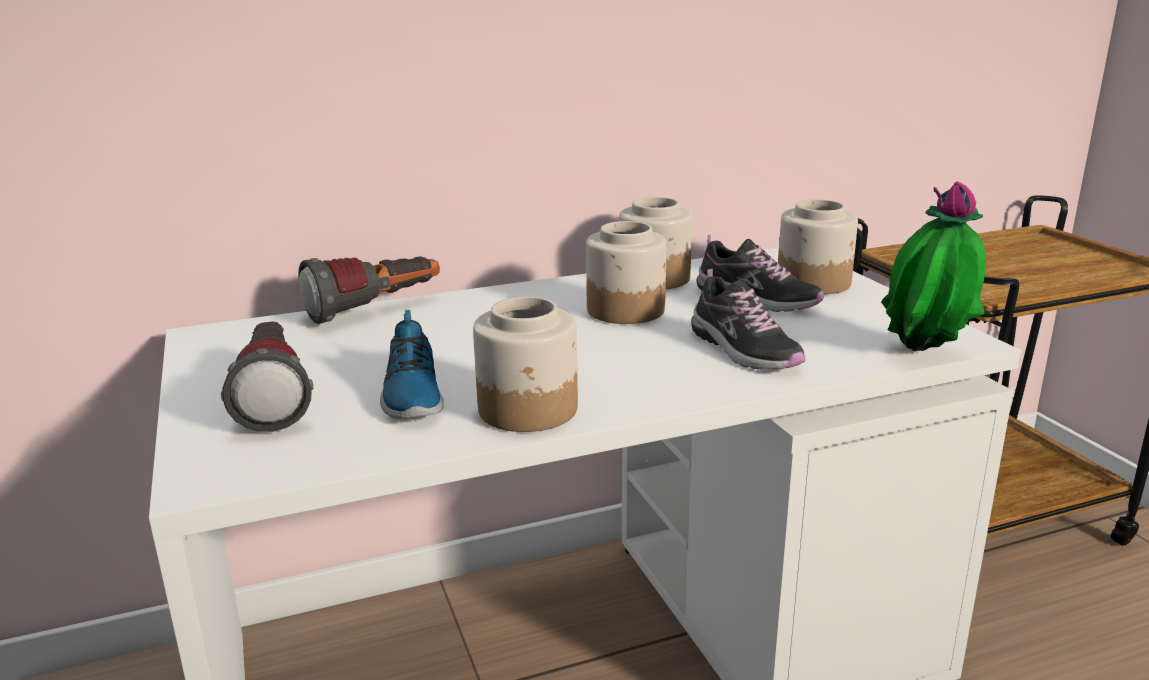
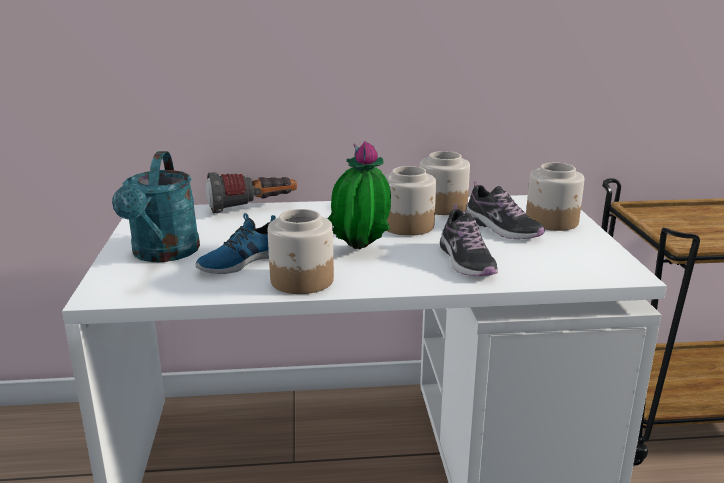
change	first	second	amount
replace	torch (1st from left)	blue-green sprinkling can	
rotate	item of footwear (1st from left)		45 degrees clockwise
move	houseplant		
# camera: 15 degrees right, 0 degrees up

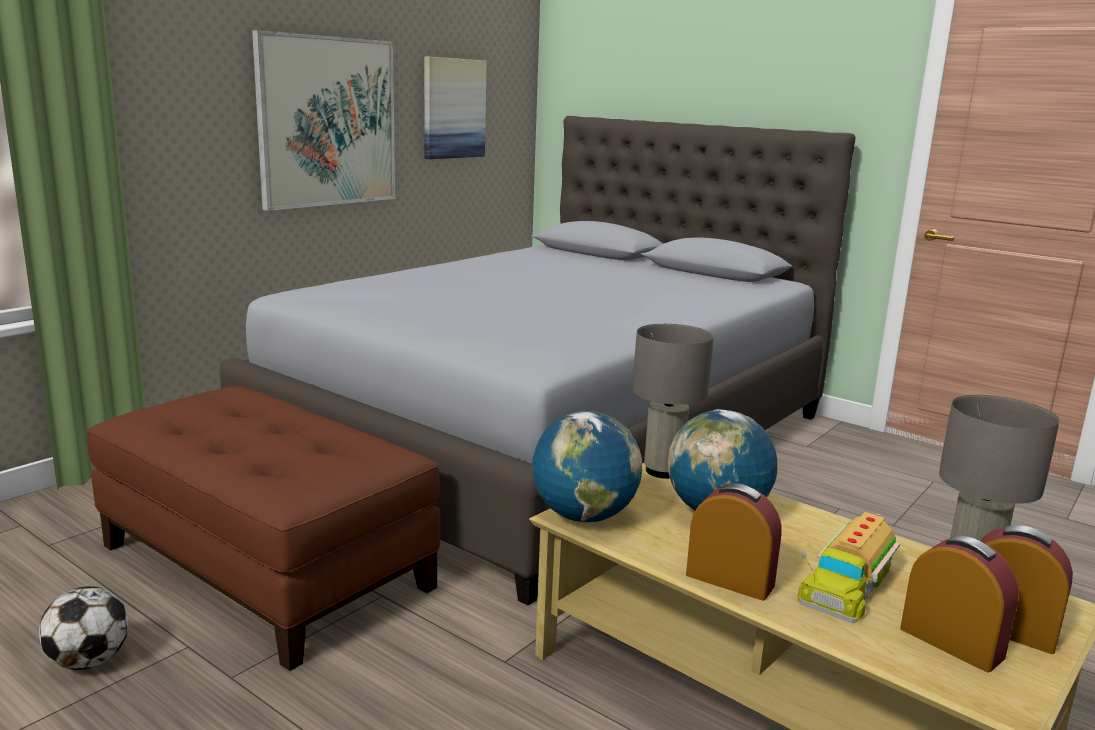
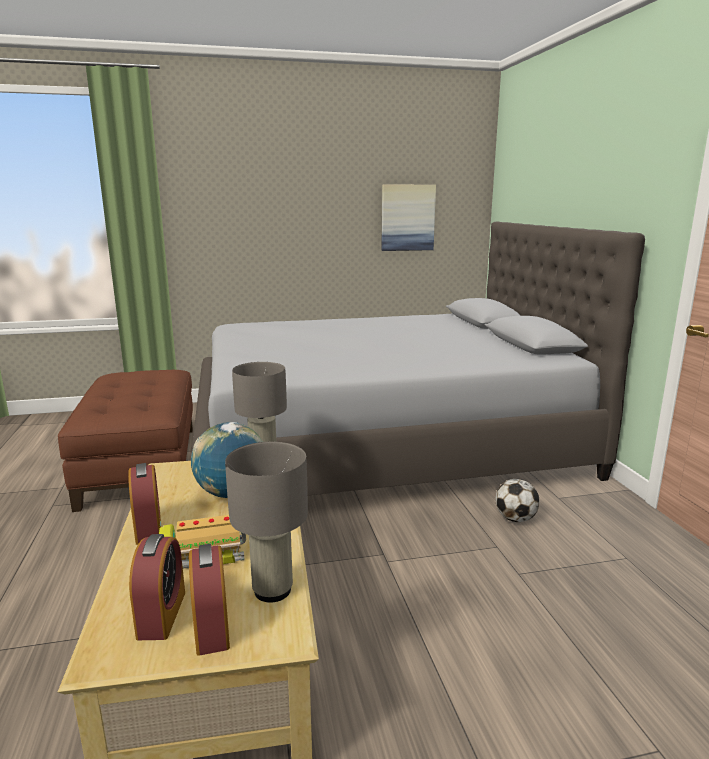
change	first	second	amount
move	ball for football		
delete	wall art (1st from left)		
delete	world globe (1st from left)		
# camera: 40 degrees right, 0 degrees up

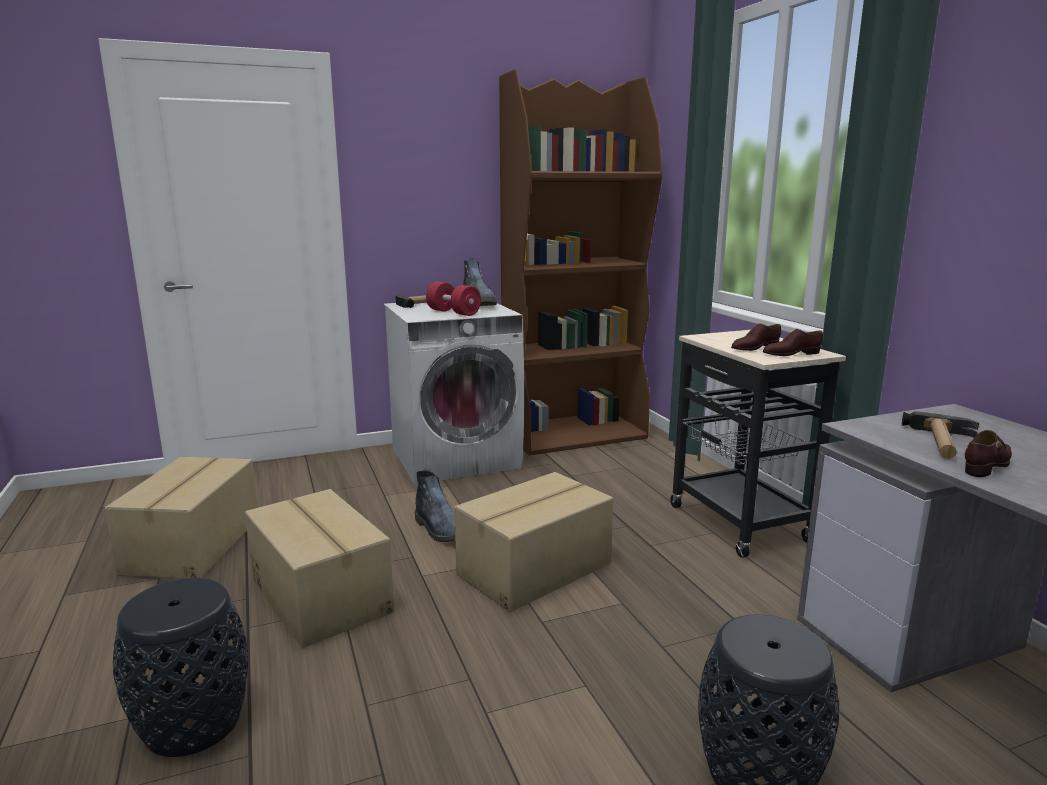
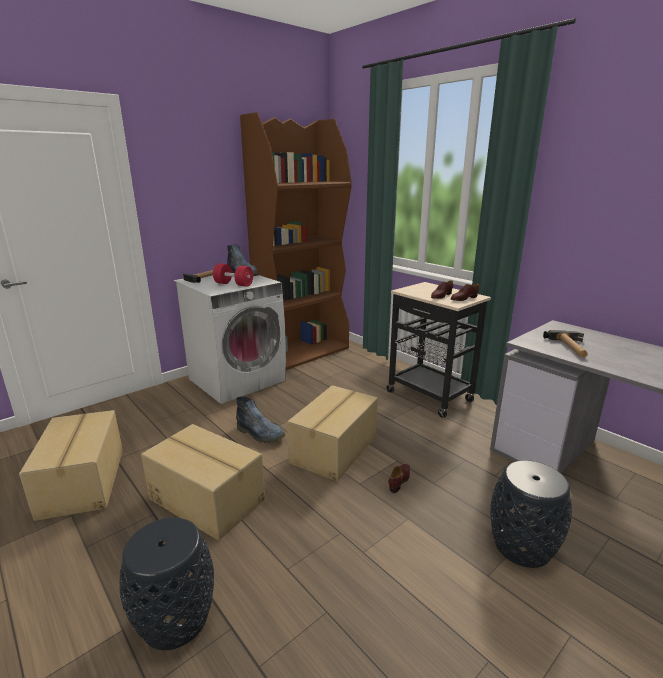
change	first	second	amount
move	brown-coloured item of footwear (3rd from left in the first image)	brown-coloured item of footwear (1st from left)	
# camera: 20 degrees left, 5 degrees up

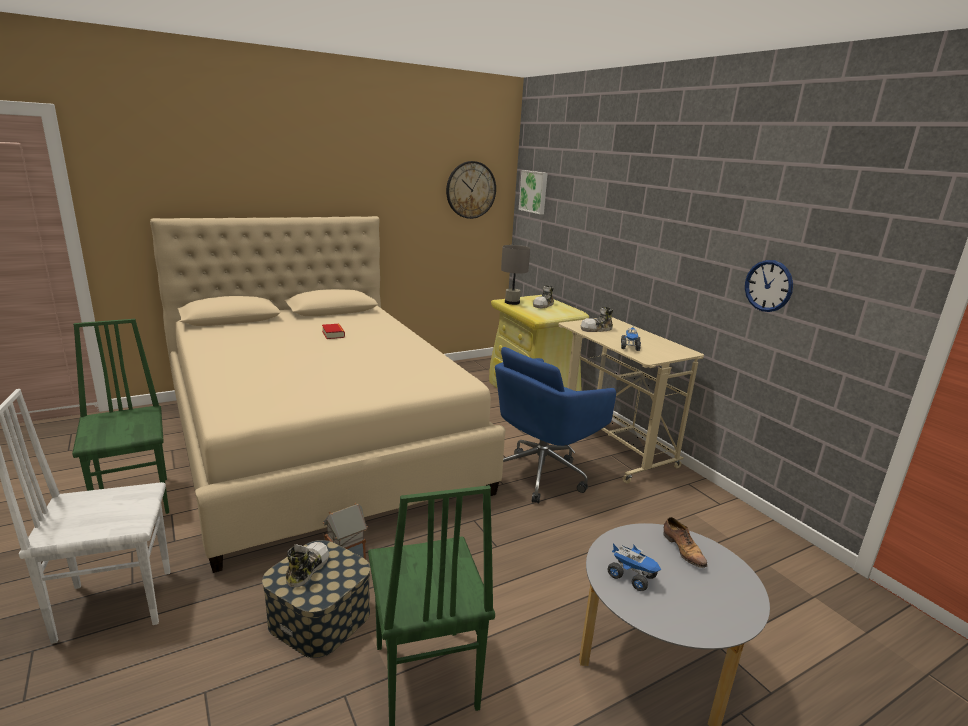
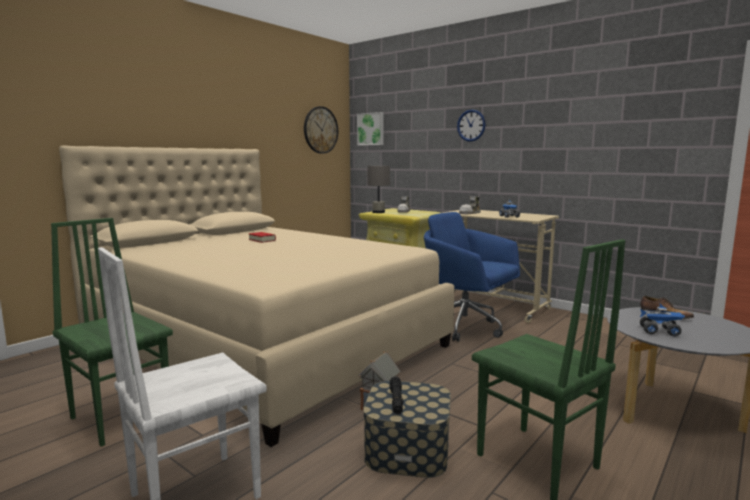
change	first	second	amount
replace	item of footwear (1st from left)	blackish torch	
rotate	blue-coloured office chair		105 degrees clockwise
move	hanging clock (2nd from left)		
# camera: 20 degrees left, 10 degrees down

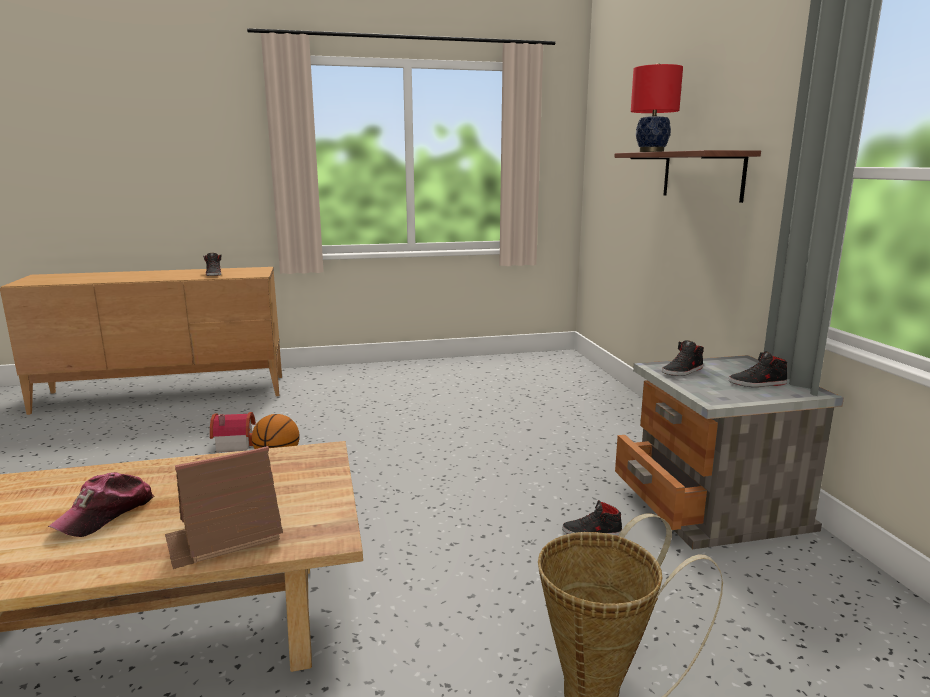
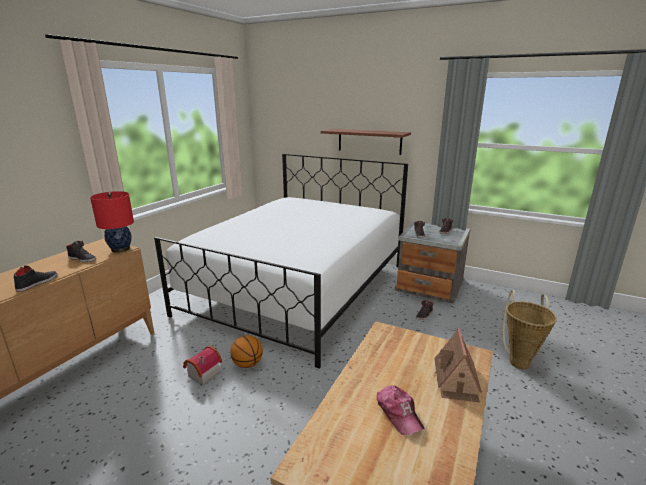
change	first	second	amount
insert		blackish item of footwear (1st from left)	
move	reddish lamp for a table		
insert		white-coloured bedroom bed	
# camera: 50 degrees left, 5 degrees up

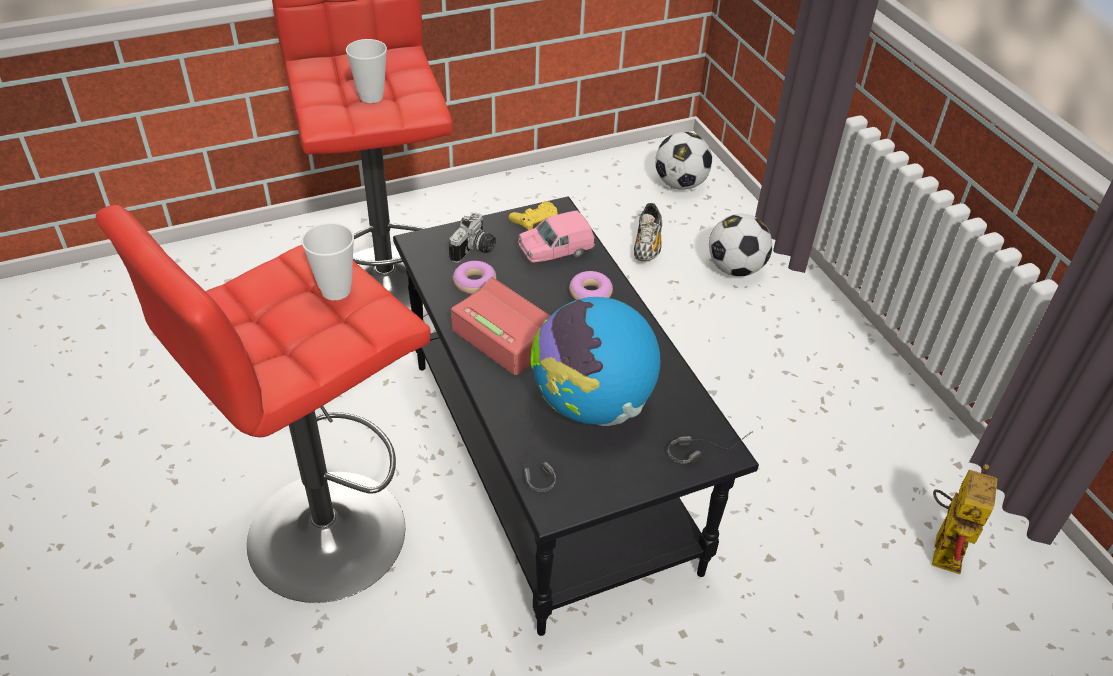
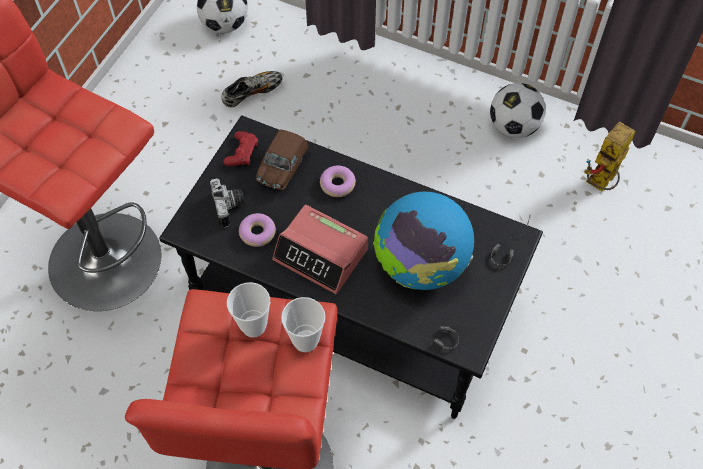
change	first	second	amount
rotate	item of footwear		90 degrees counterclockwise
recolor	yellow joypad	reddish joypad	
recolor	pink model car	brown-coloured model car	
rotate	table clock		150 degrees counterclockwise
move	small cup (2nd from left)		
move	ball for football (2nd from left)		
rotate	model robot		120 degrees counterclockwise
# camera: 40 degrees left, 15 degrees up

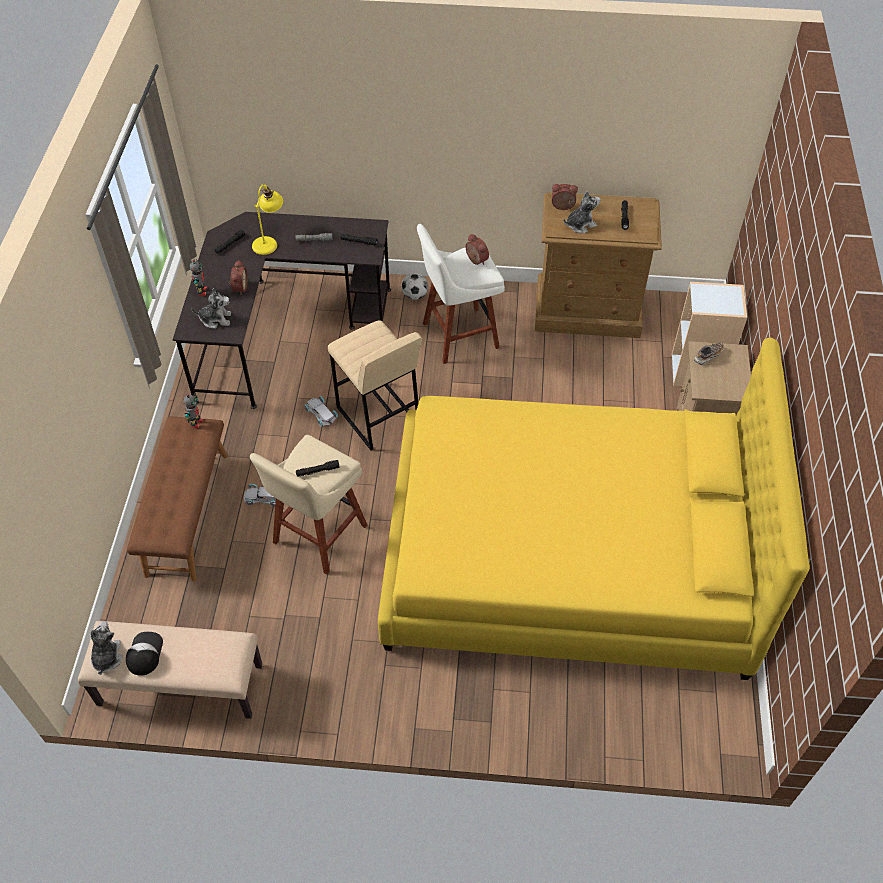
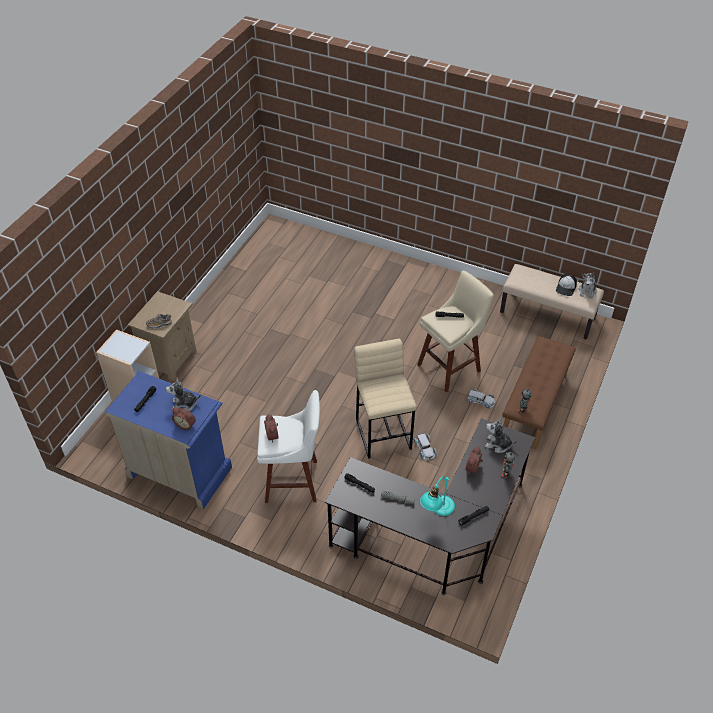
change	first	second	amount
recolor	brown-coloured drawer chest	blue-coloured drawer chest	
recolor	yellow lamp for a table	blue-green lamp for a table	
delete	yellow bedroom bed		
delete	ball for football		
# camera: 160 degrees left, 5 degrees down

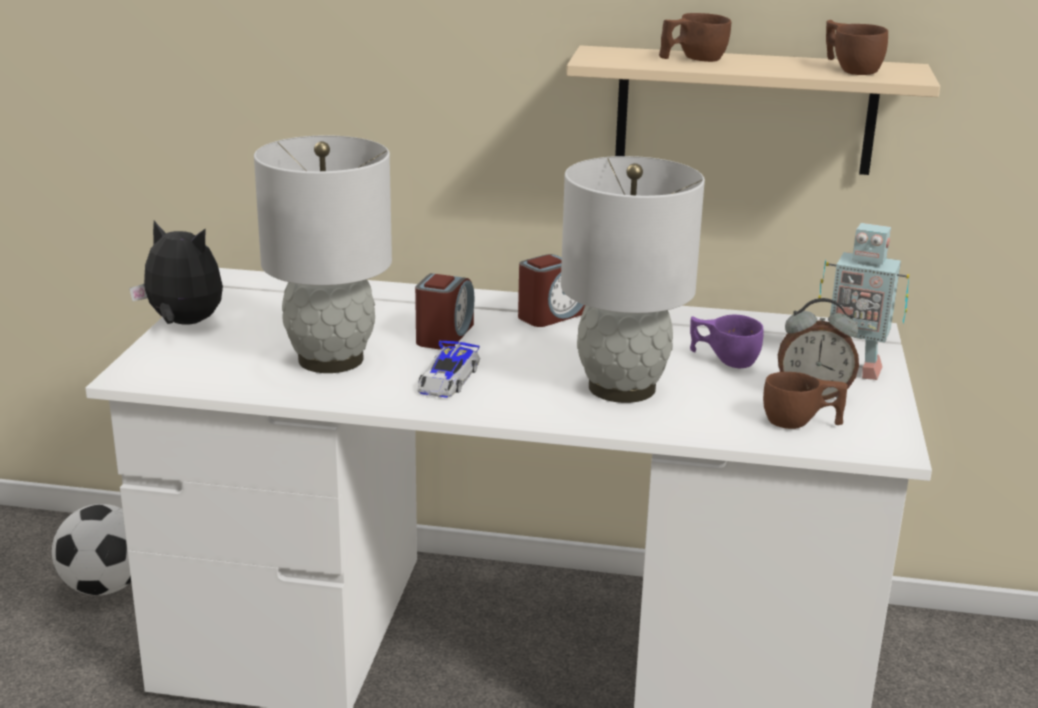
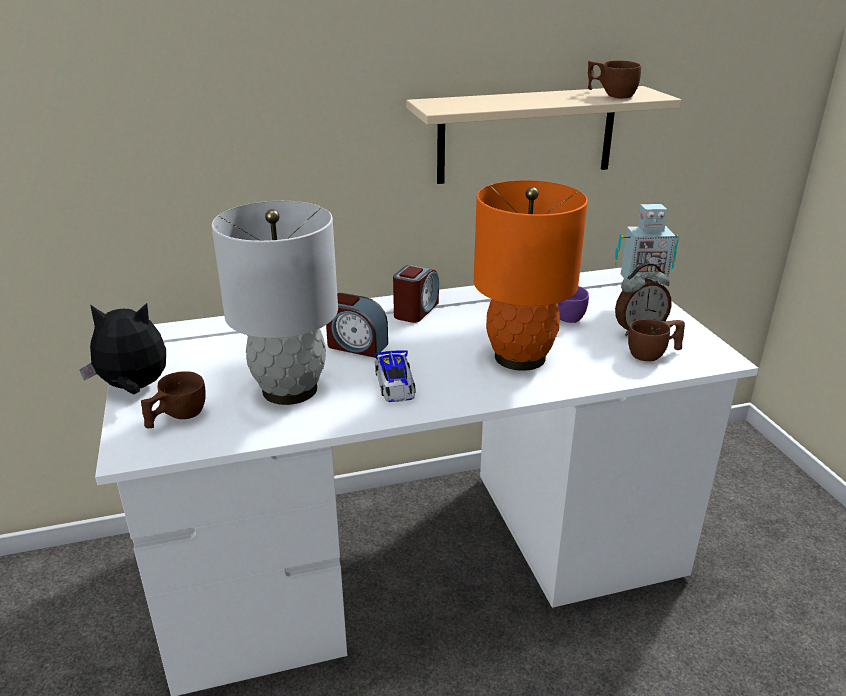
change	first	second	amount
move	brown-coloured small cup (1st from left)		
rotate	table clock (1st from left)		120 degrees clockwise
recolor	white-coloured lamp for a table (2nd from left)	orangey lamp for a table	
delete	ball for football		
# camera: 25 degrees left, 5 degrees up

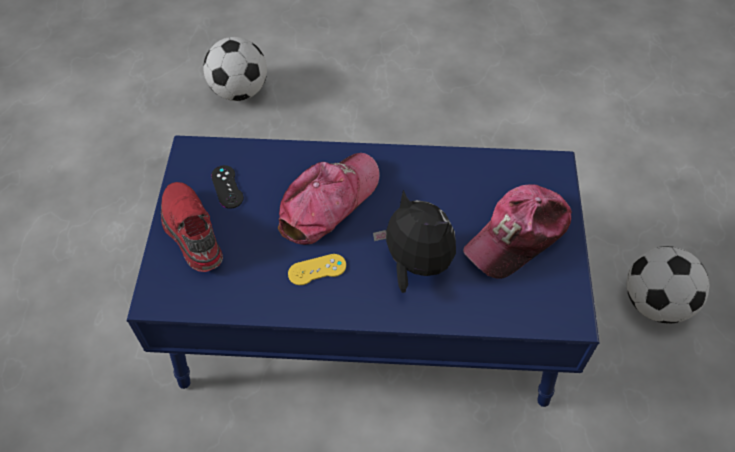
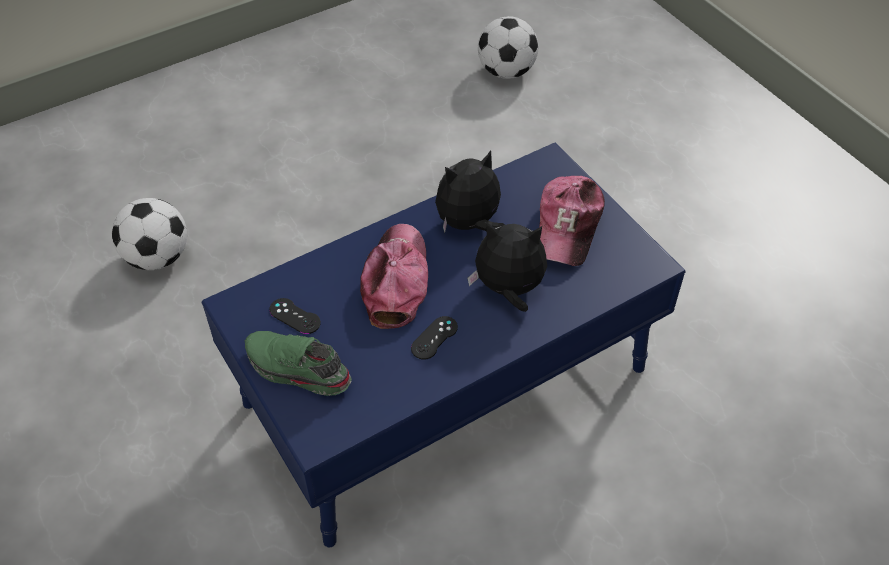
change	first	second	amount
recolor	reddish item of footwear	greenish item of footwear	
recolor	yellow joypad	blackish joypad (2nd from left)	
insert		cuddly toy (1st from left)	
move	ball for football (2nd from left)		
# camera: 35 degrees left, 5 degrees down

